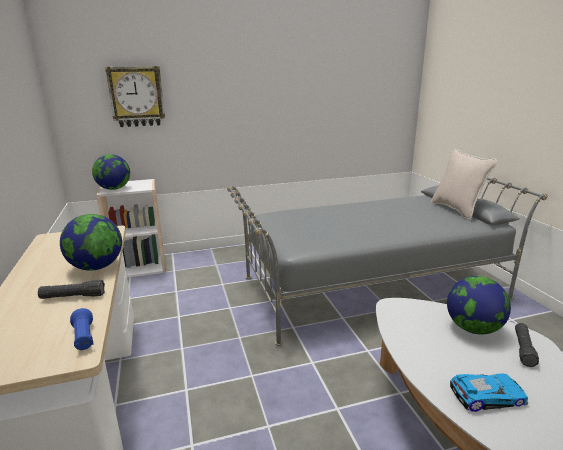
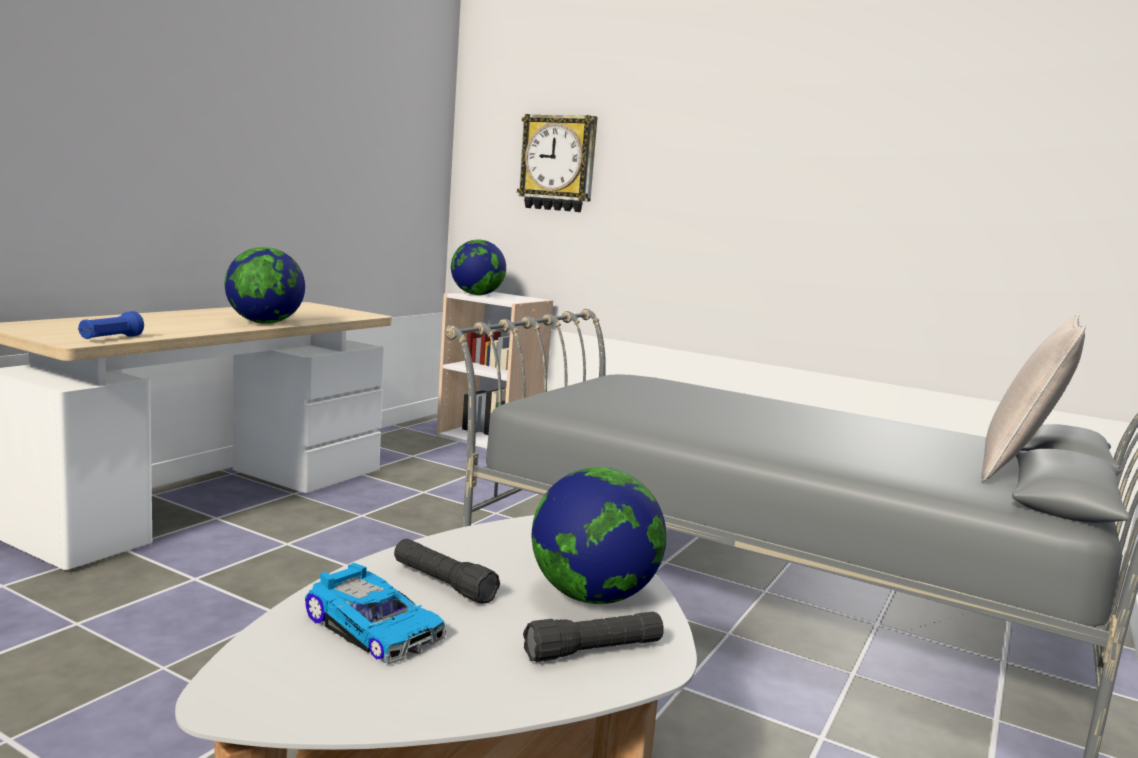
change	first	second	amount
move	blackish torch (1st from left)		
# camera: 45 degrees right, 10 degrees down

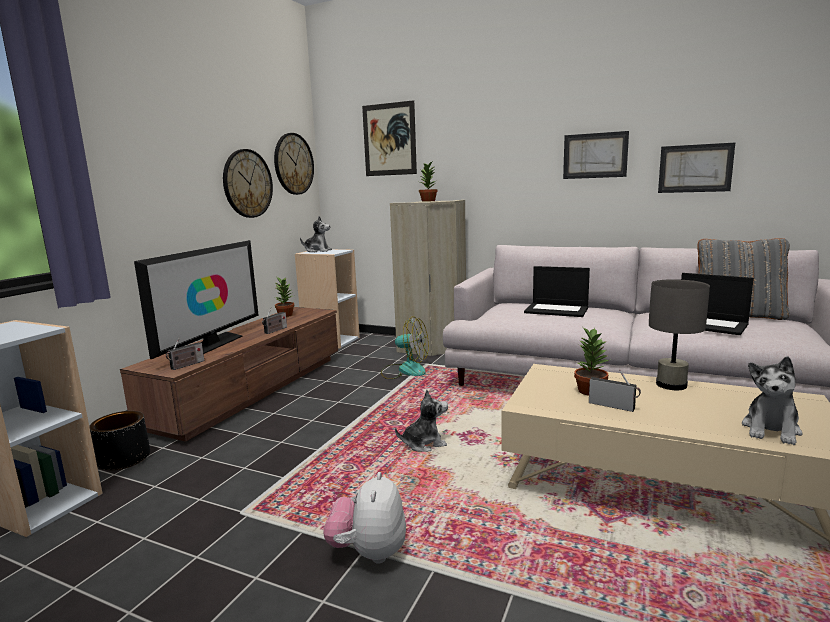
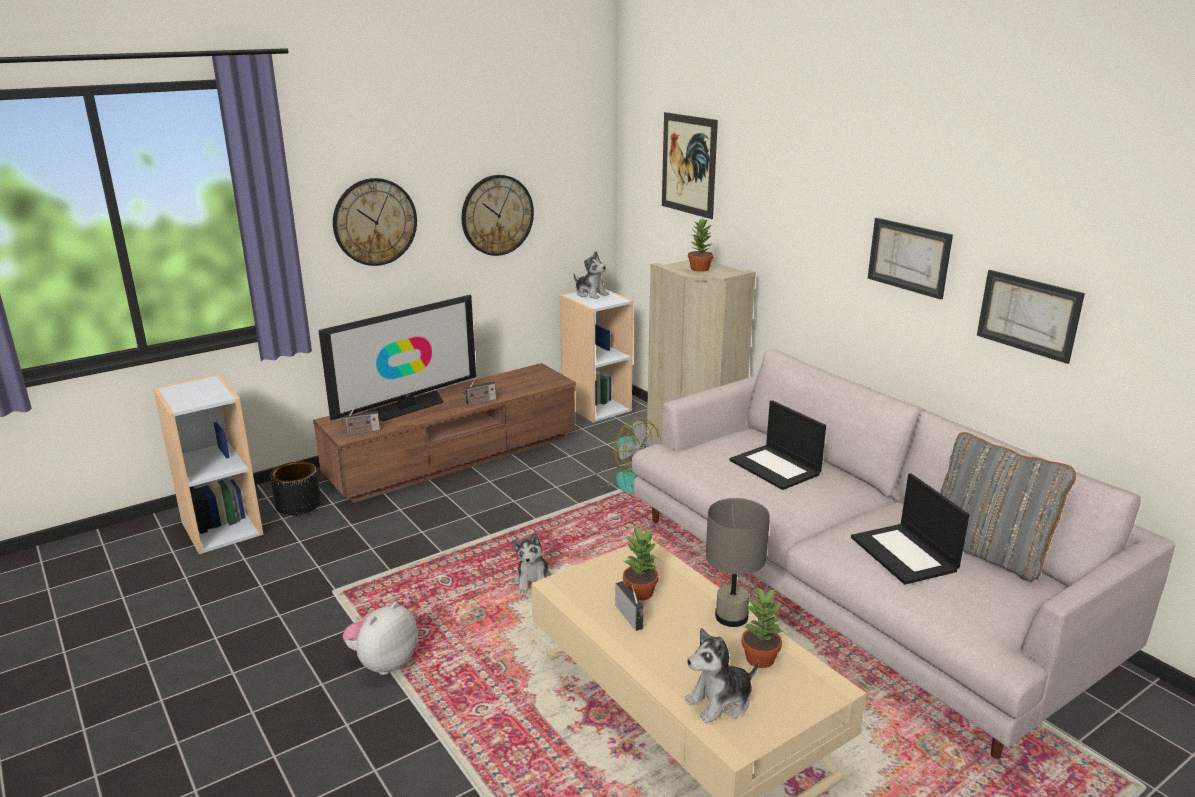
change	first	second	amount
move	hanging clock (2nd from left in the first image)	hanging clock (1st from left)	
rotate	cuddly toy (3rd from left in the first image)	cuddly toy (2nd from left)	75 degrees clockwise
move	houseplant (1st from left in the first image)	houseplant (3rd from left)	
# camera: 30 degrees right, 10 degrees up

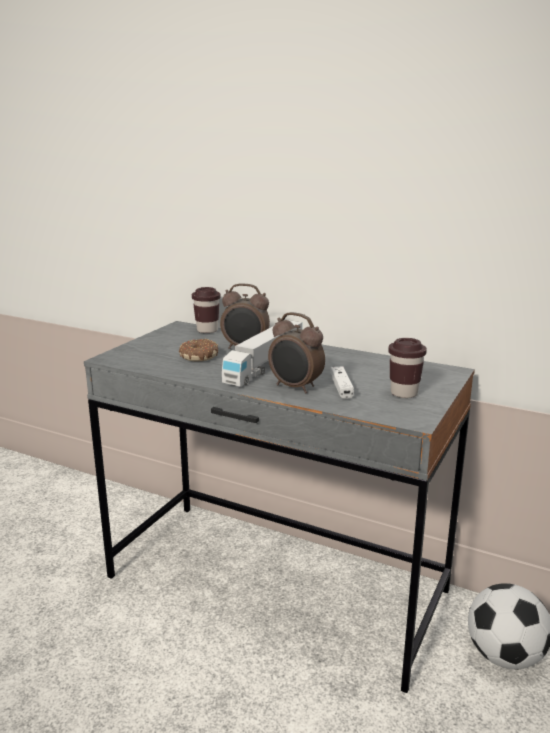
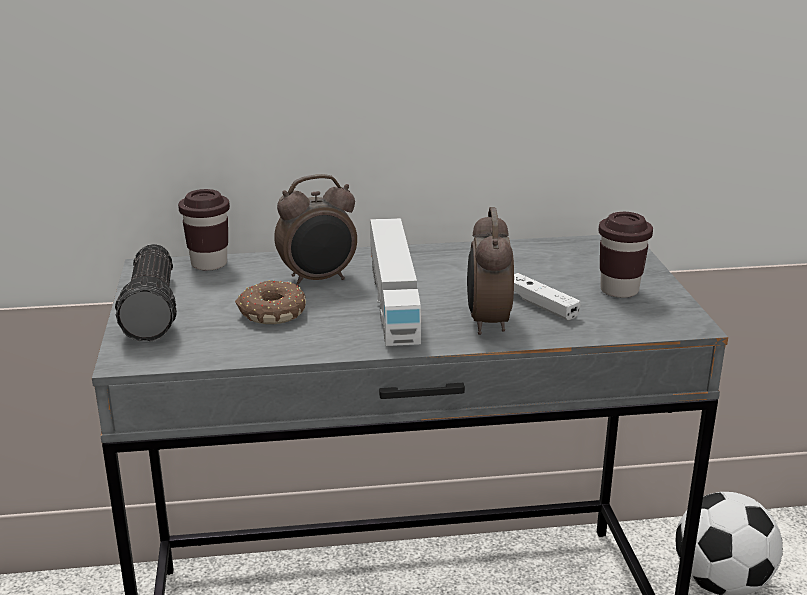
change	first	second	amount
insert		torch	
rotate	table clock (2nd from left)		90 degrees clockwise
# camera: 35 degrees left, 5 degrees up

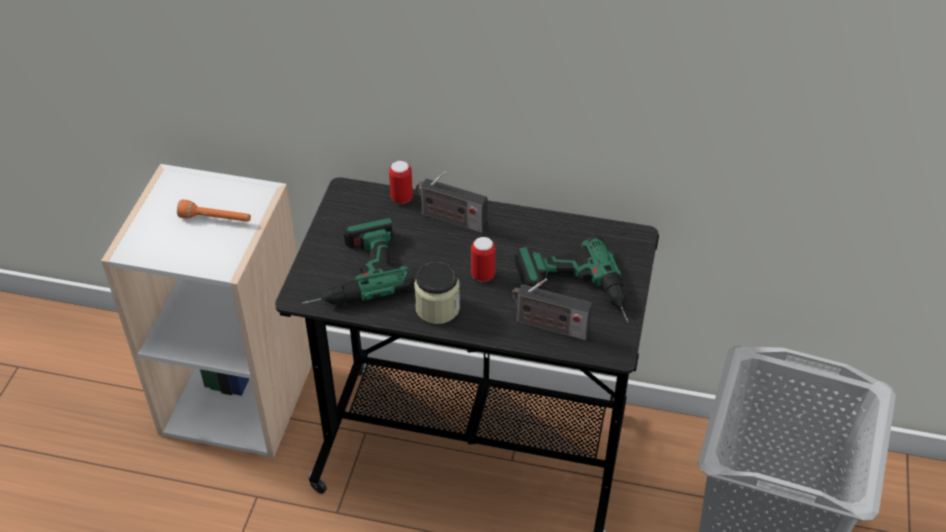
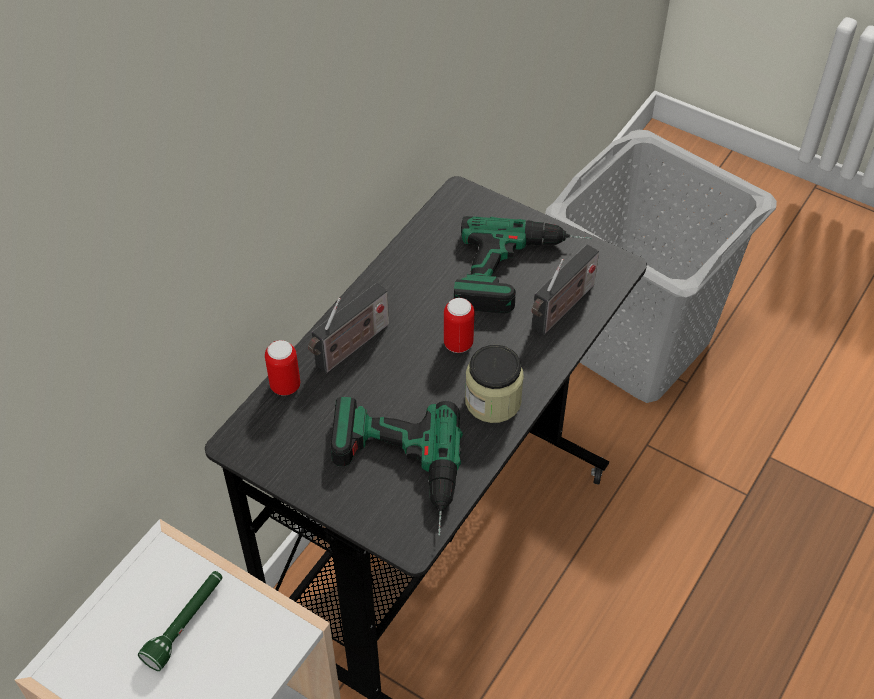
change	first	second	amount
recolor	orangey torch	greenish torch	
# camera: 70 degrees left, 5 degrees up

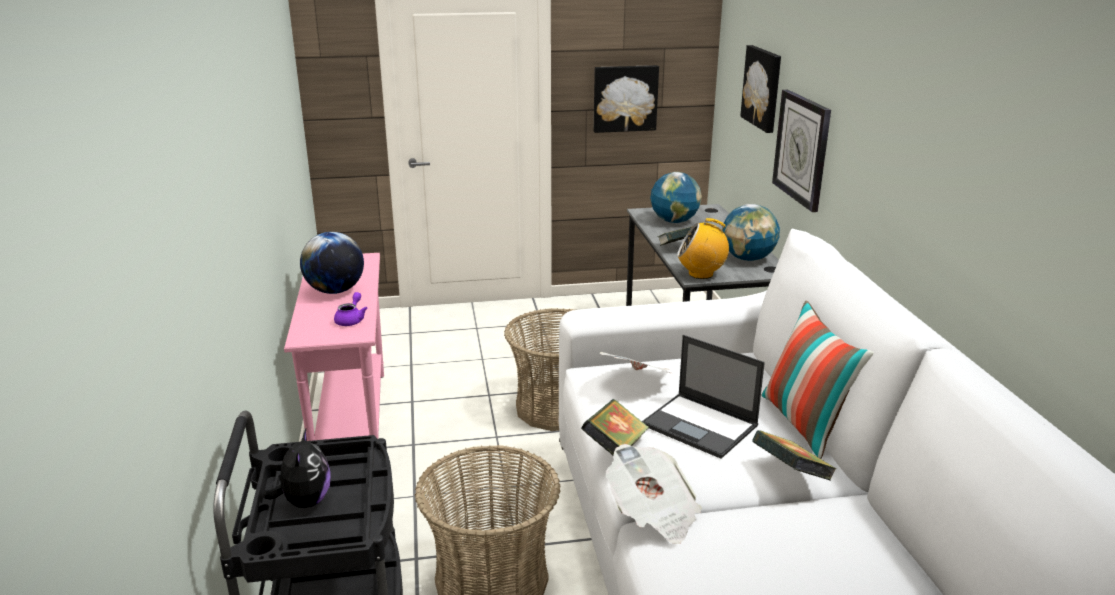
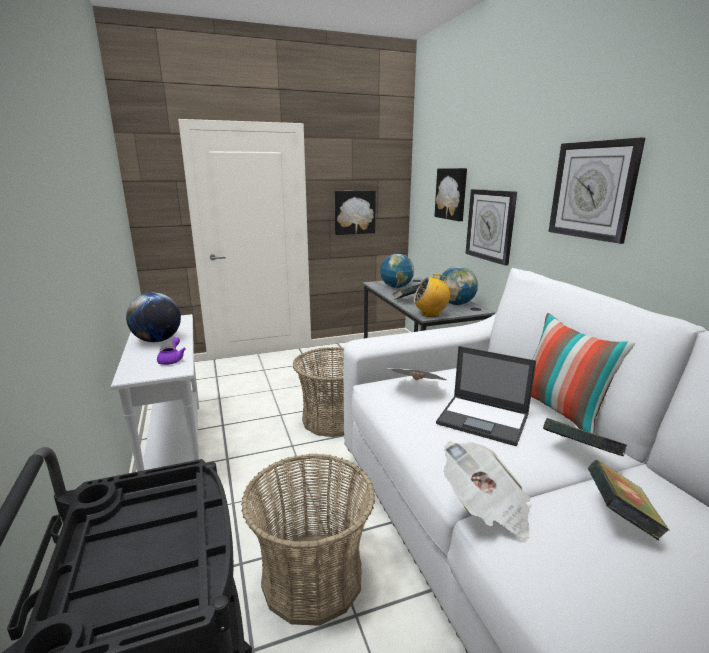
change	first	second	amount
recolor	pink console table	white-coloured console table	
insert		hanging clock (2nd from left)	
move	book (1st from left in the first image)	book (3rd from left)	
delete	cuddly toy		
# camera: 10 degrees left, 5 degrees down

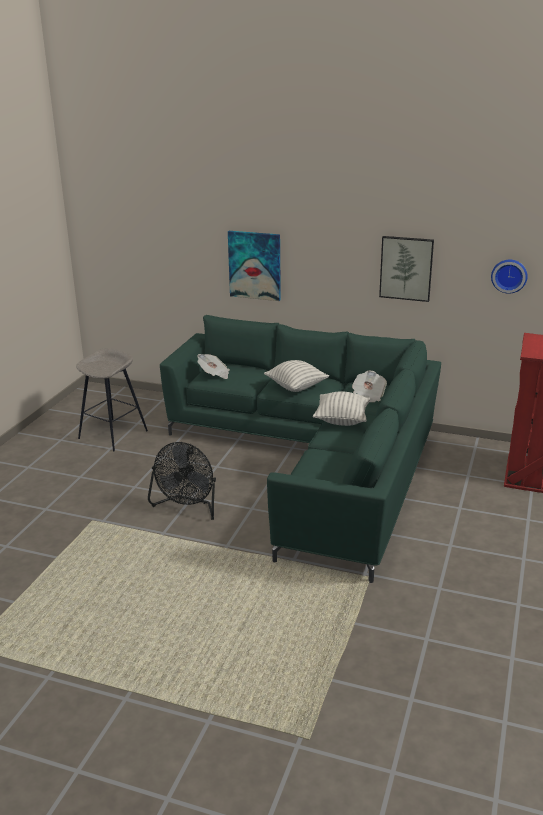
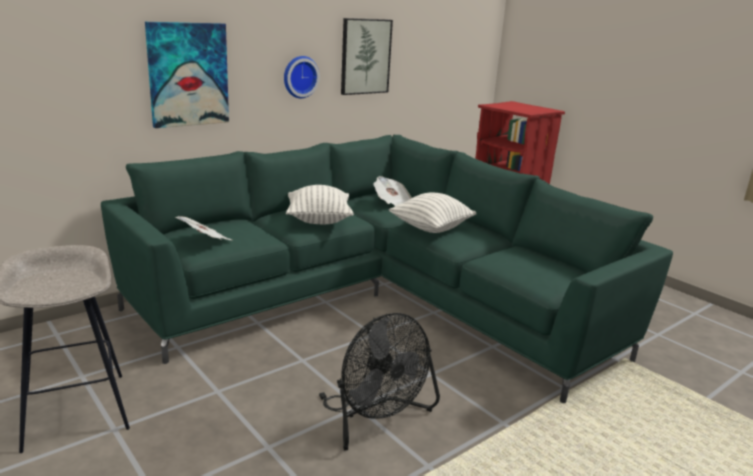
change	first	second	amount
move	hanging clock		
# camera: 60 degrees left, 5 degrees down

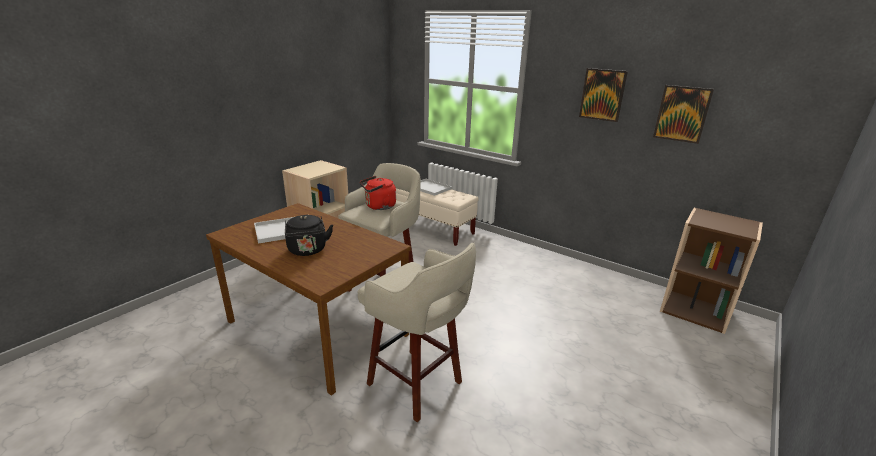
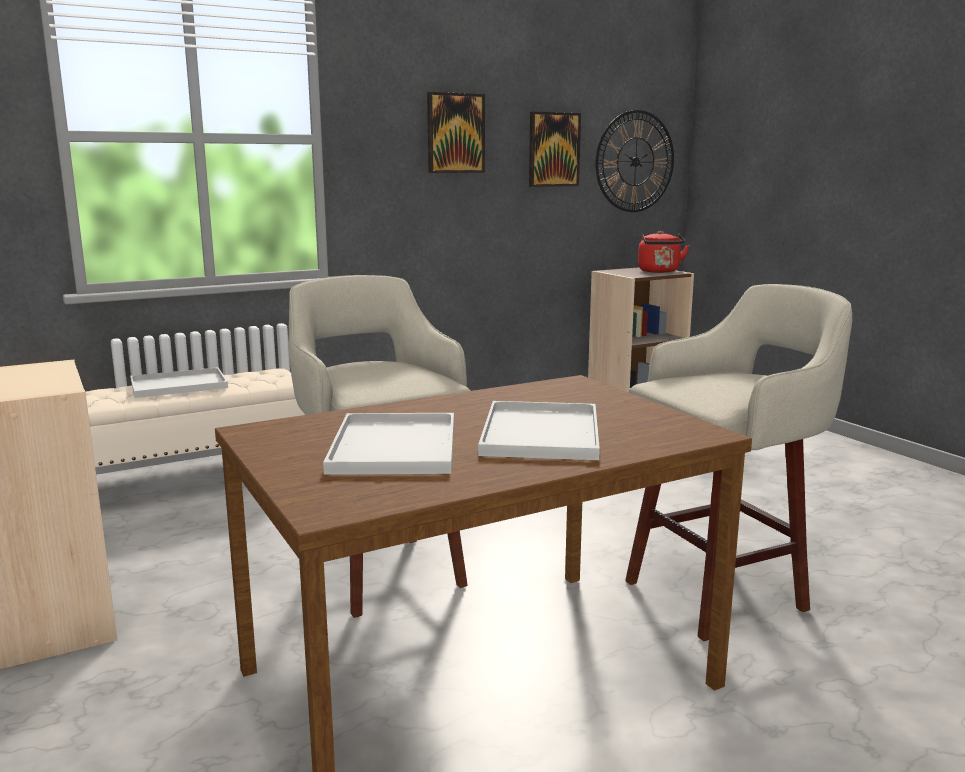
change	first	second	amount
replace	blackish kettle	white-coloured serving tray (3rd from left)	
insert		hanging clock	
move	reddish kettle		
# camera: 65 degrees left, 10 degrees down

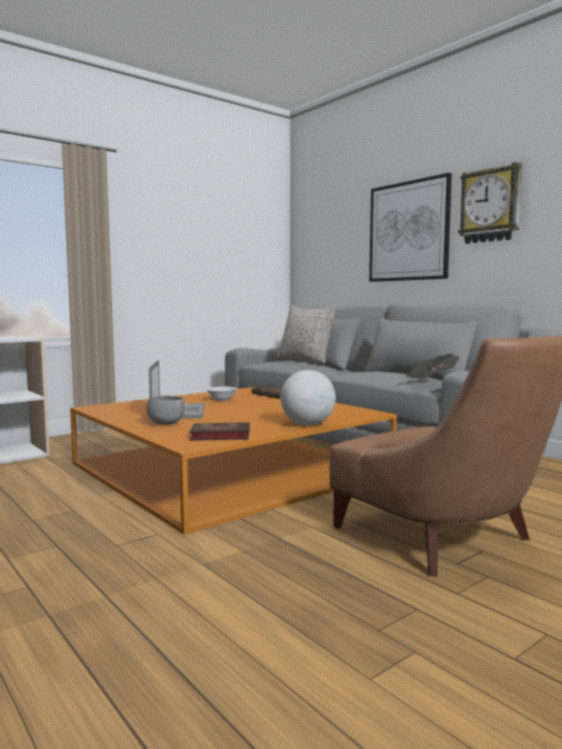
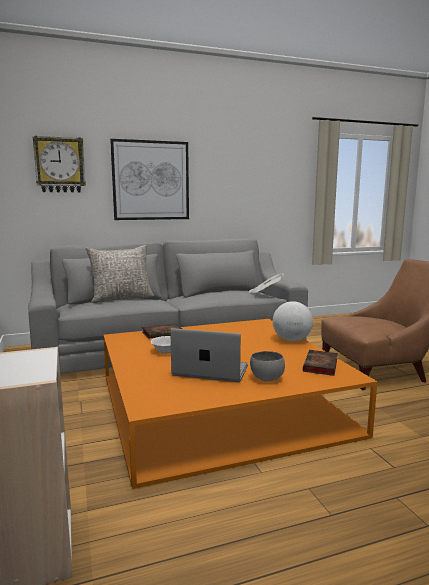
change	first	second	amount
move	hanging clock		
# camera: 70 degrees left, 5 degrees up

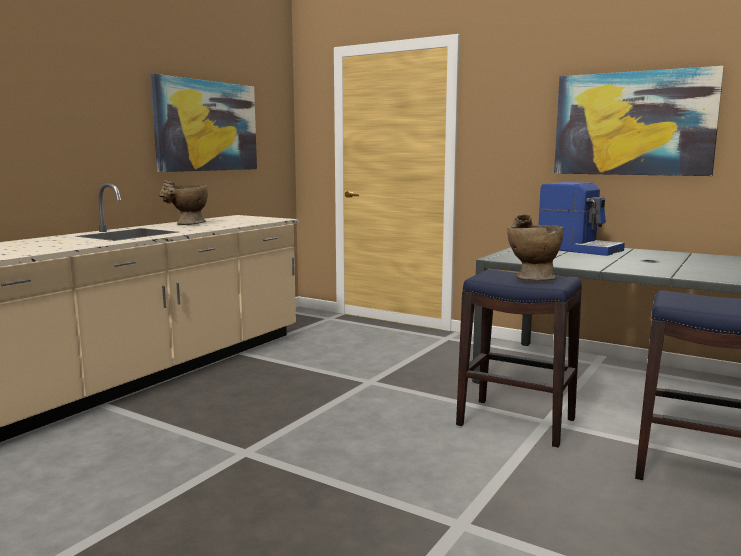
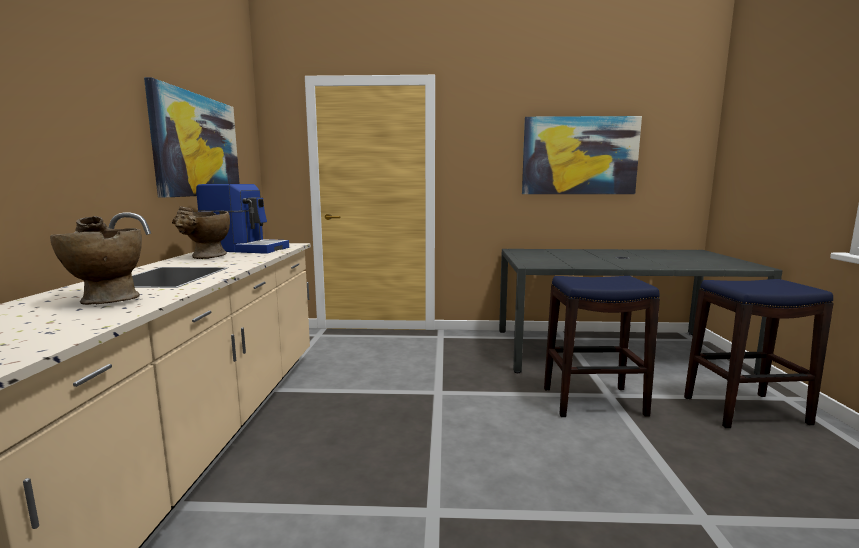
change	first	second	amount
move	beige-coloured decorative vase (2nd from left in the first image)	beige-coloured decorative vase (1st from left)	
move	coffee maker		
# camera: 30 degrees left, 0 degrees up

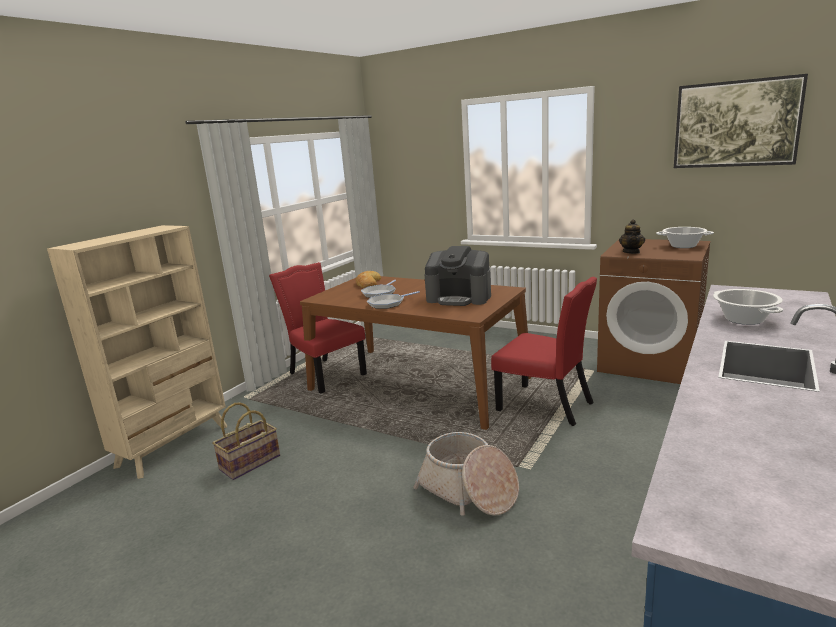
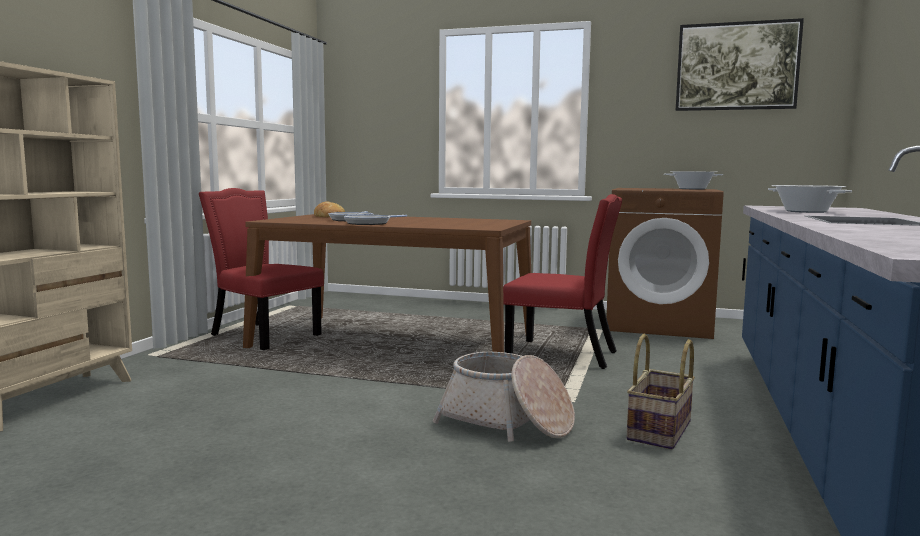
change	first	second	amount
move	household basket (1st from left in the first image)	household basket (2nd from left)	
delete	coffee maker		
delete	pot for tea		
# camera: 15 degrees left, 10 degrees down

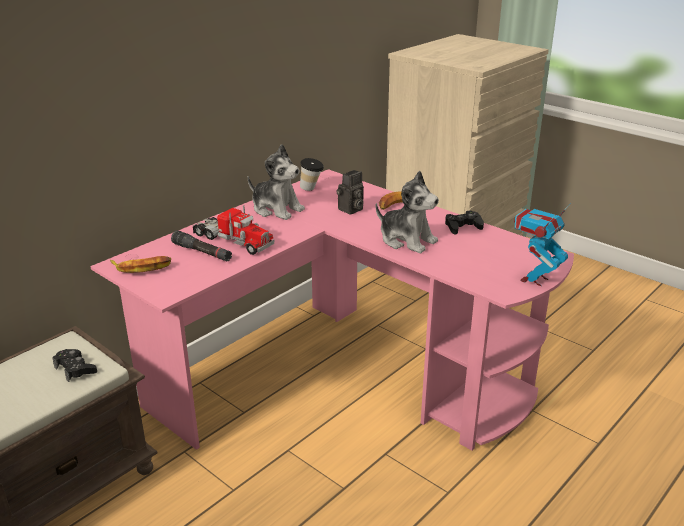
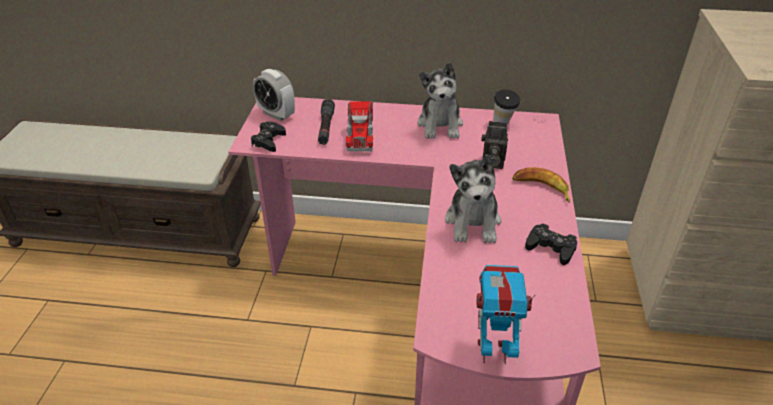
change	first	second	amount
move	blackish joypad (1st from left)		
replace	banana (1st from left)	table clock	
# camera: 55 degrees right, 10 degrees up

